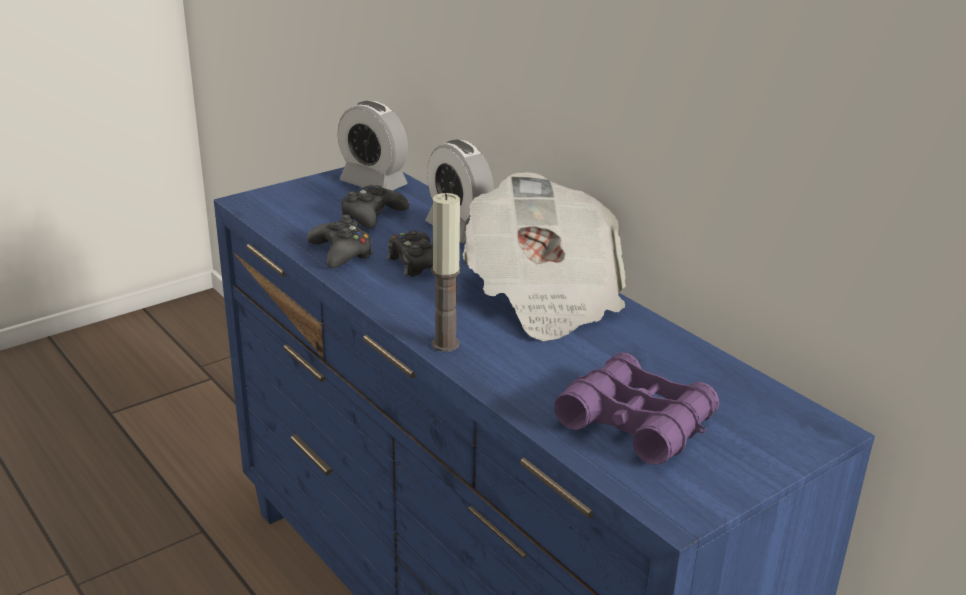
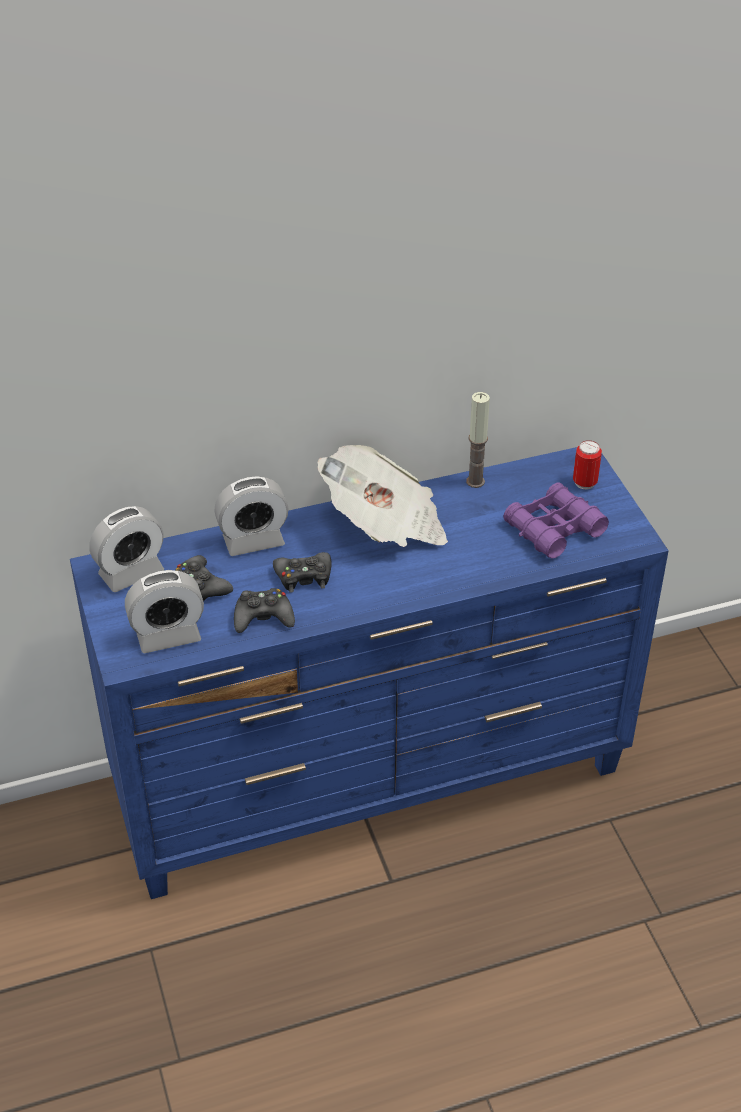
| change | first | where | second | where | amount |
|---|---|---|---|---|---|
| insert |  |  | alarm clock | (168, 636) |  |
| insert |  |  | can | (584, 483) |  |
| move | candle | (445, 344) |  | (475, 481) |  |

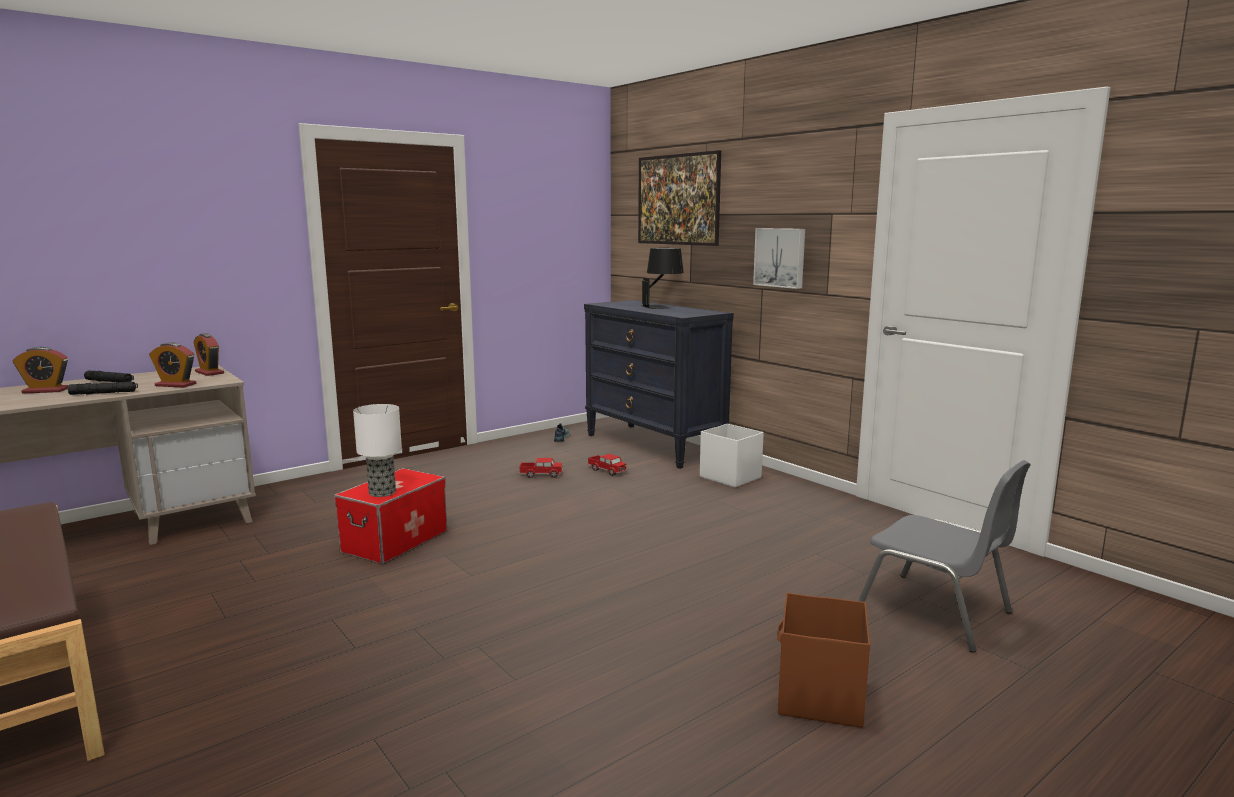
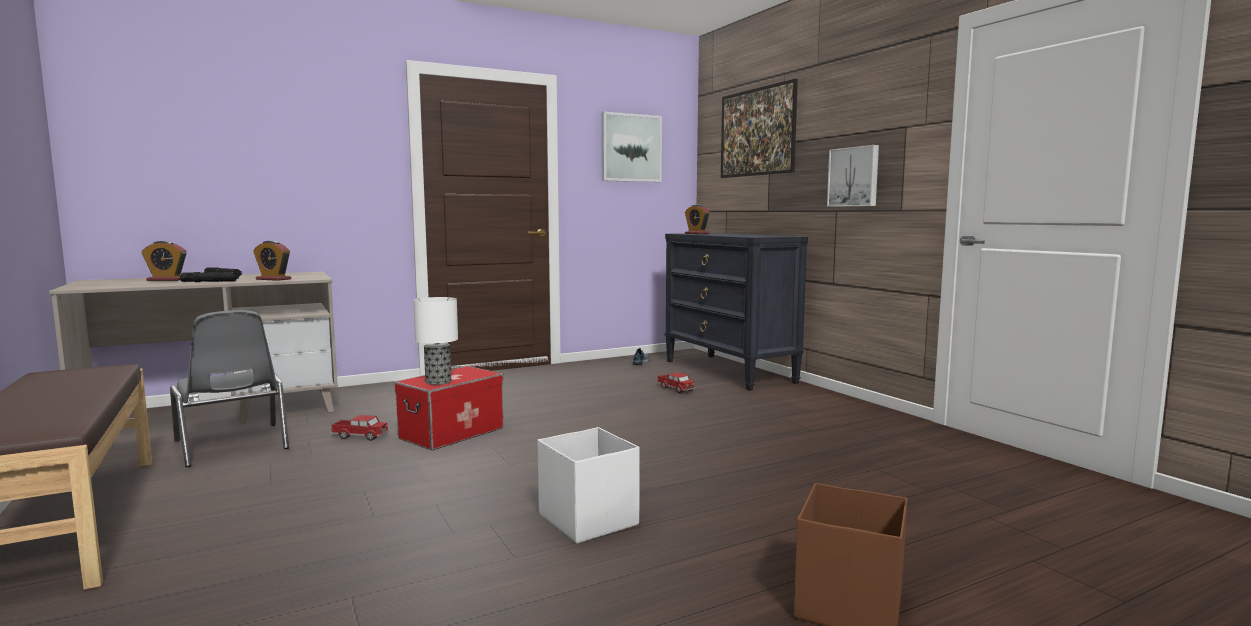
| change | first | where | second | where | amount |
|---|---|---|---|---|---|
| delete | table lamp (black) | (662, 306) |  |  |  |
| insert |  |  | picture | (630, 148) |  |
| move | alarm clock | (209, 372) |  | (696, 233) |  |
| move | toy truck | (541, 475) |  | (360, 436) |  |
| move | storage box (white) | (730, 477) |  | (588, 519) |  |
| move | chair (grey) | (936, 612) |  | (232, 445) |  |

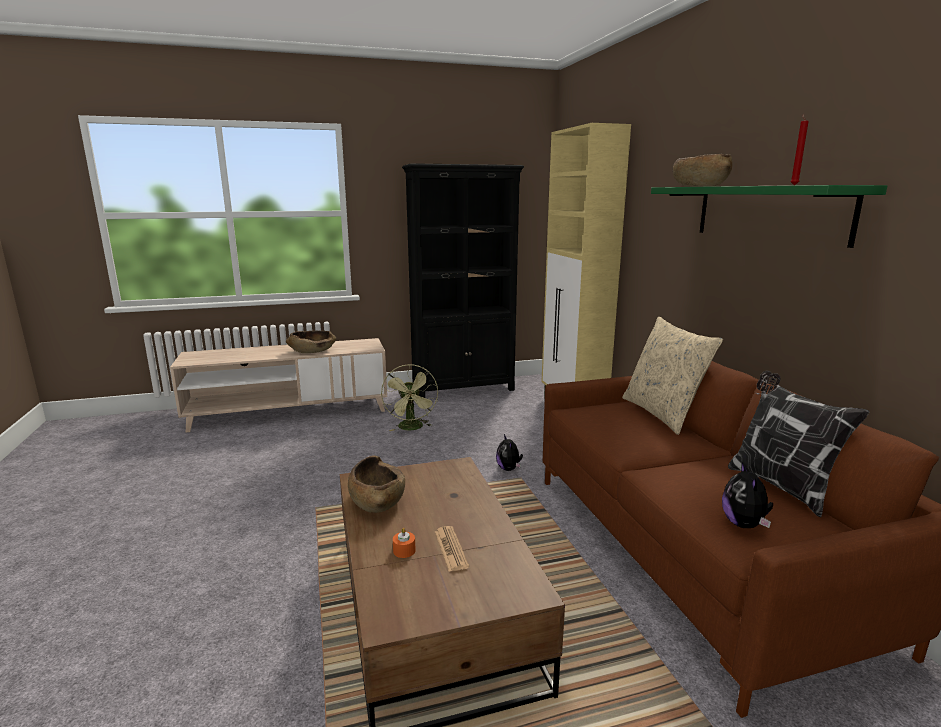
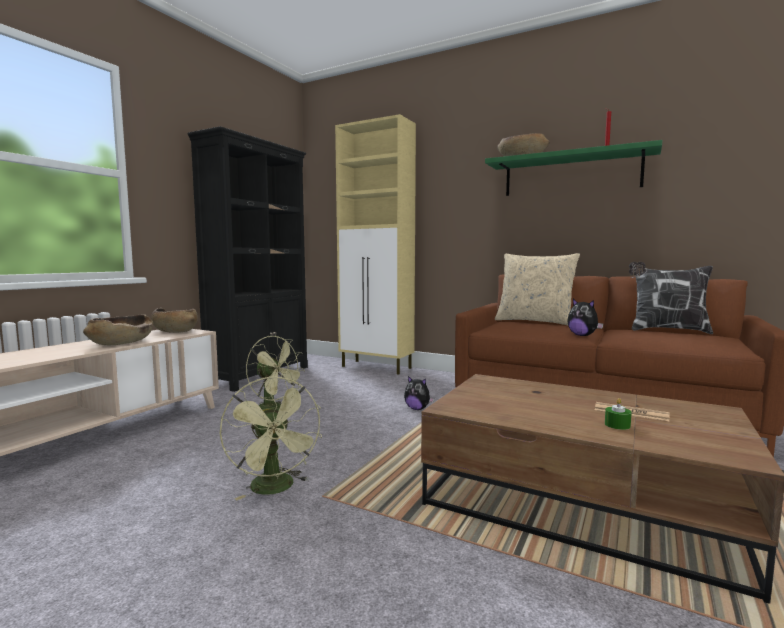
| change | first | where | second | where | amount |
|---|---|---|---|---|---|
| insert |  |  | fan (green) | (276, 489) |  |
| move | bowl (brown) | (377, 500) |  | (175, 331) |  |
| move | plush toy | (744, 524) |  | (582, 335) |  |
| recolor | candle (orange) | (404, 550) | candle (green) | (617, 425) |  |

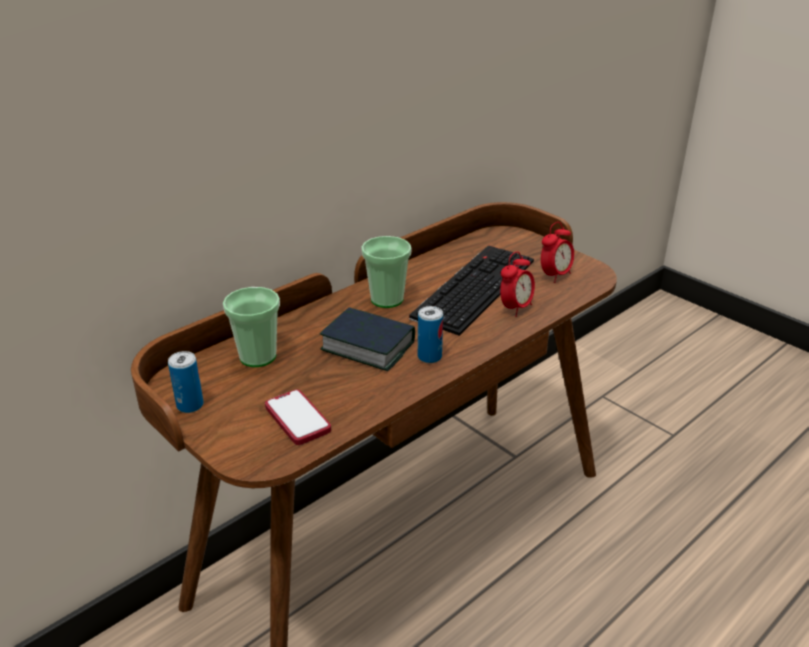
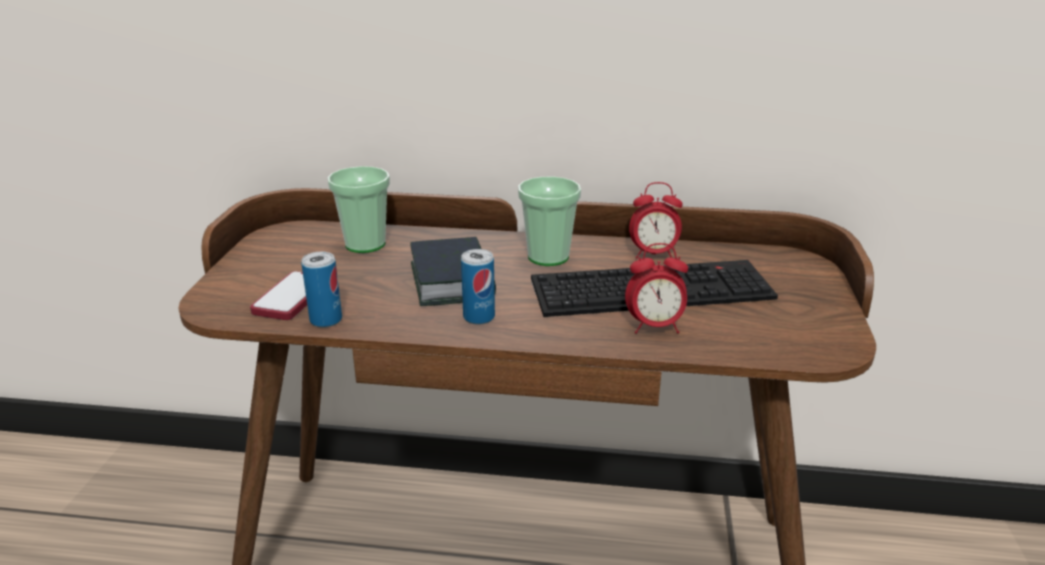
| change | first | where | second | where | amount |
|---|---|---|---|---|---|
| move | can | (190, 405) |  | (326, 320) |  |
| move | alarm clock | (555, 276) |  | (653, 255) |  |

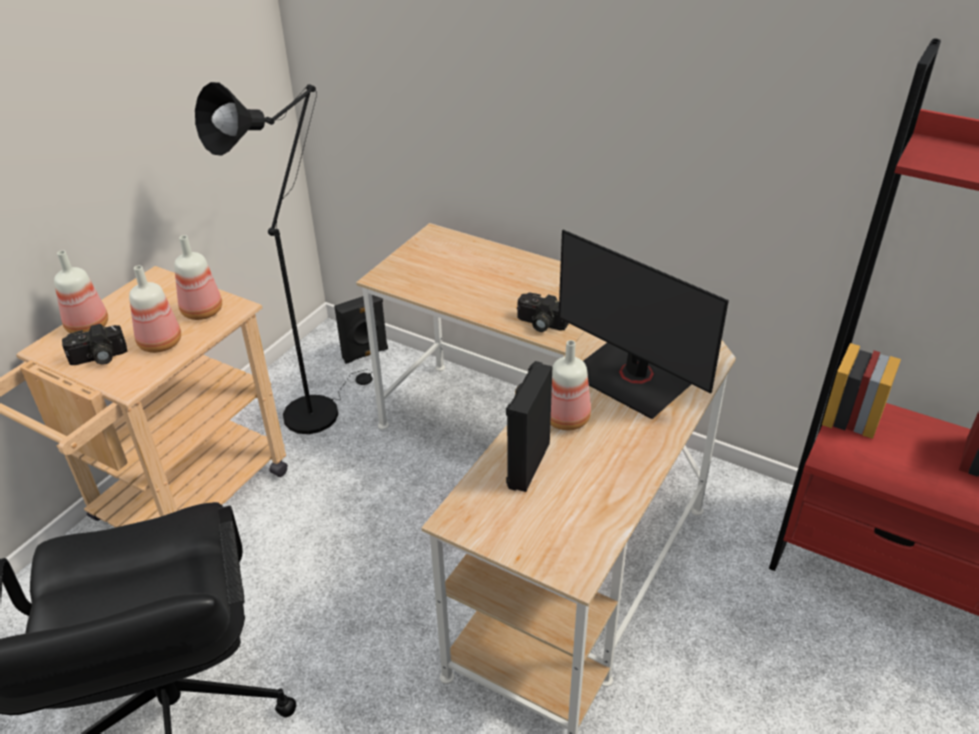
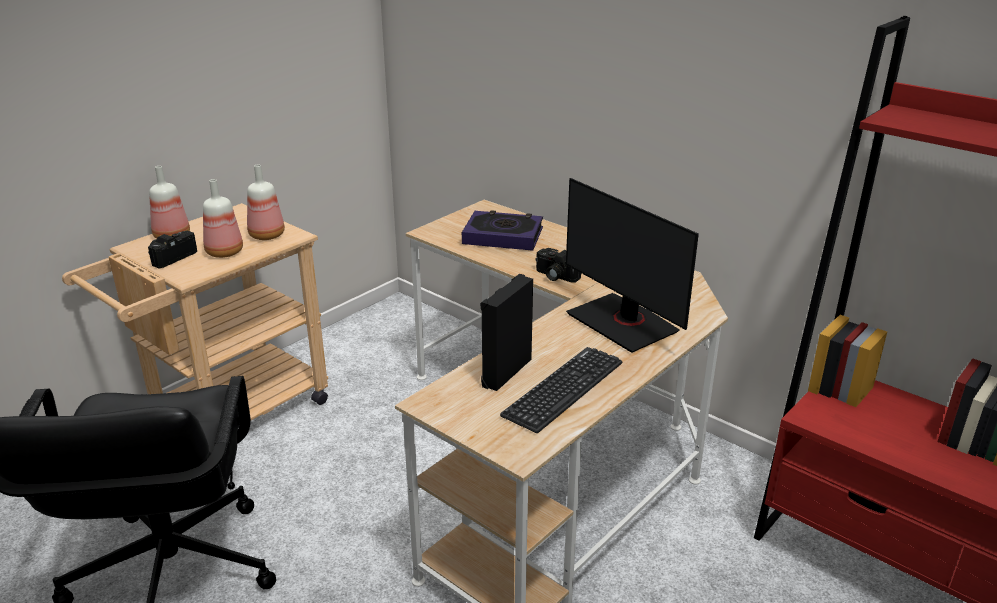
| change | first | where | second | where | amount |
|---|---|---|---|---|---|
| delete | floor lamp (black) | (318, 408) |  |  |  |
| delete | speaker (black) | (365, 354) |  |  |  |
| delete | bottle | (565, 418) |  |  |  |
| insert |  |  | book | (503, 236) |  |
| insert |  |  | keyboard | (563, 389) |  |
| rotate | photo camera | (98, 358) |  | (171, 256) | 135 degrees clockwise |

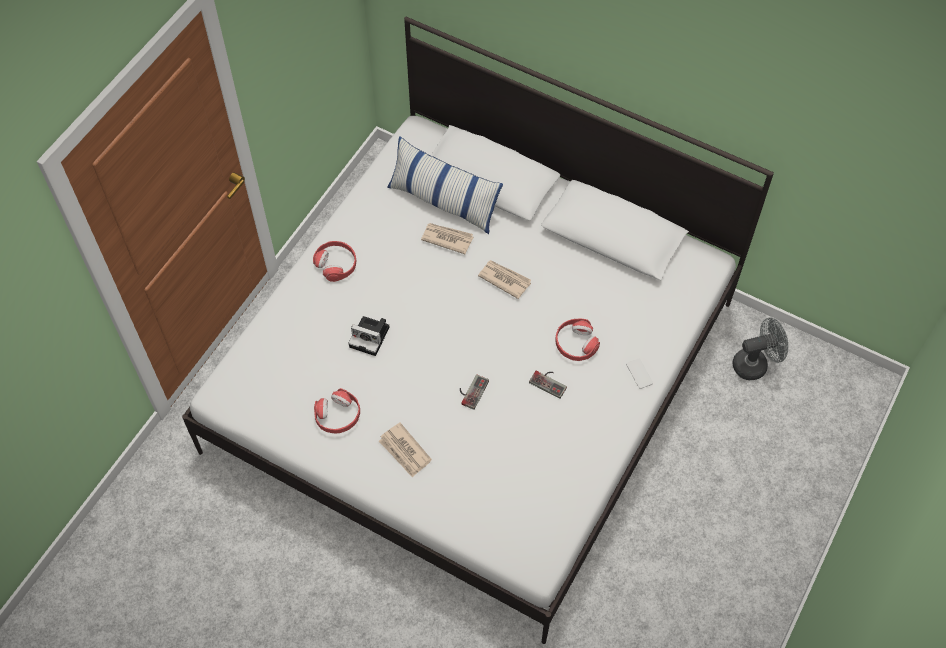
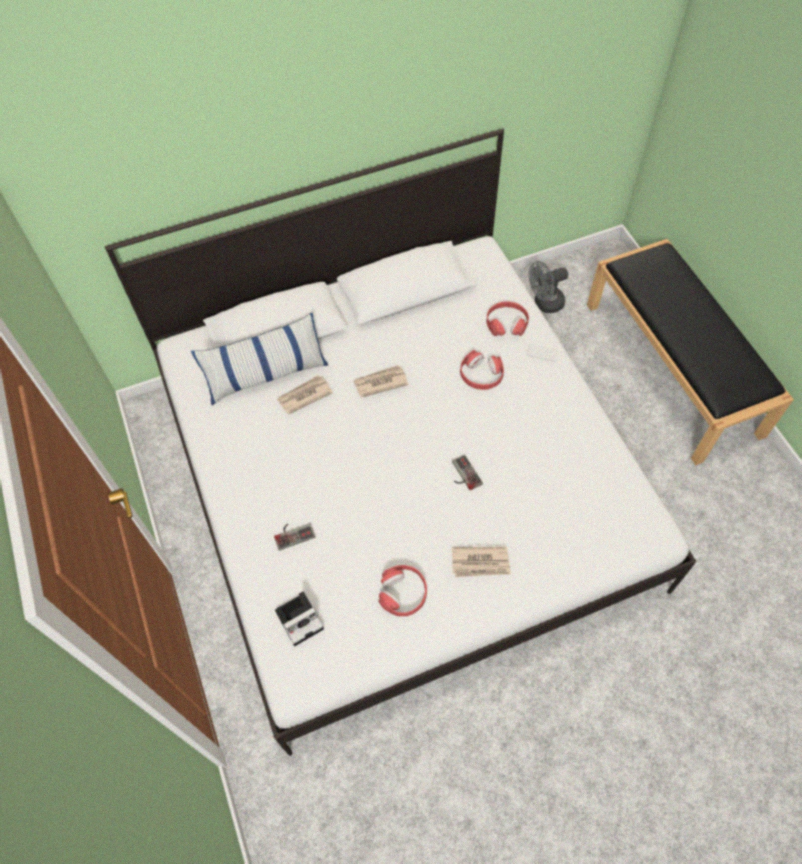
| change | first | where | second | where | amount |
|---|---|---|---|---|---|
| insert |  |  | bench (black) | (673, 368) |  |
| move | headphones (red) | (336, 264) |  | (506, 323) |  |
| move | photo camera | (371, 337) |  | (301, 618) |  |
| move | game controller | (549, 382) |  | (293, 533) |  |
| rotate | fan (grey) | (755, 364) |  | (544, 304) | 135 degrees counterclockwise |

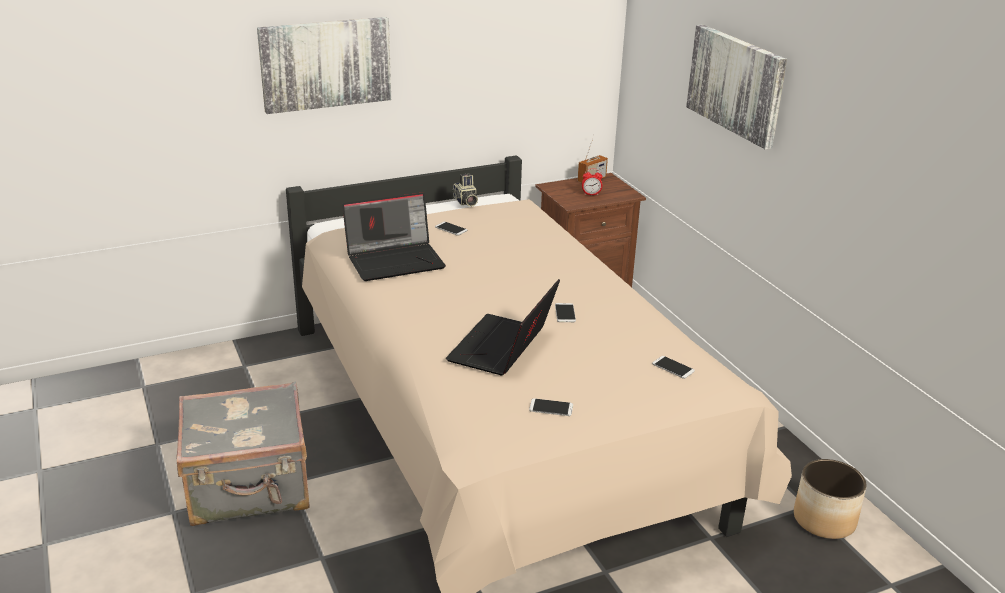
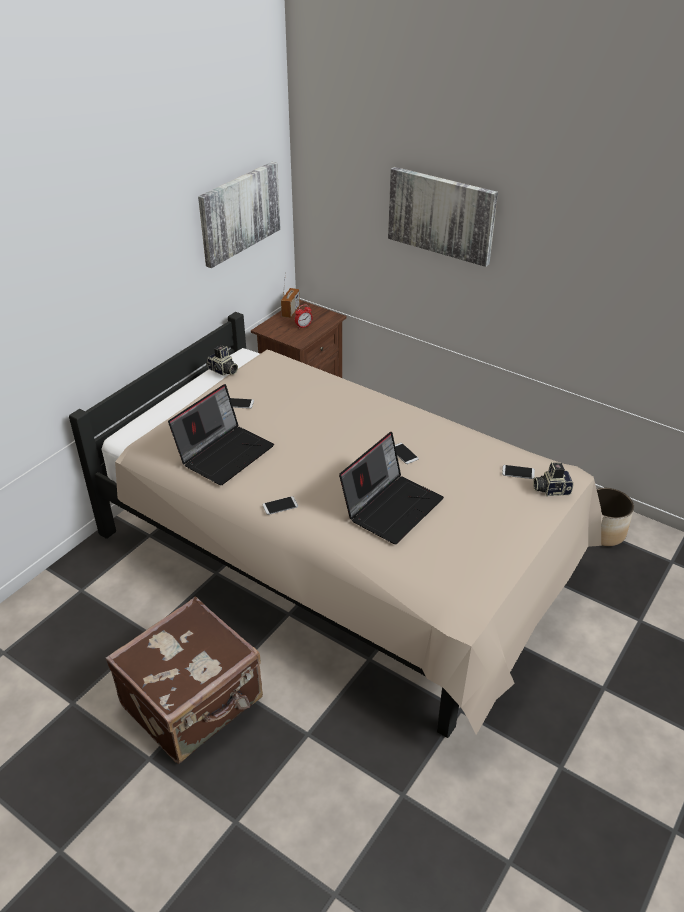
| change | first | where | second | where | amount |
|---|---|---|---|---|---|
| insert |  |  | photo camera | (551, 489) |  |
| move | picture | (325, 64) |  | (239, 213) |  |
| move | phone | (551, 408) |  | (280, 506) |  |
| recolor | suitcase (grey) | (250, 488) | suitcase (brown) | (194, 703) |  |
| rotate | laptop | (503, 349) |  | (391, 506) | 135 degrees counterclockwise |

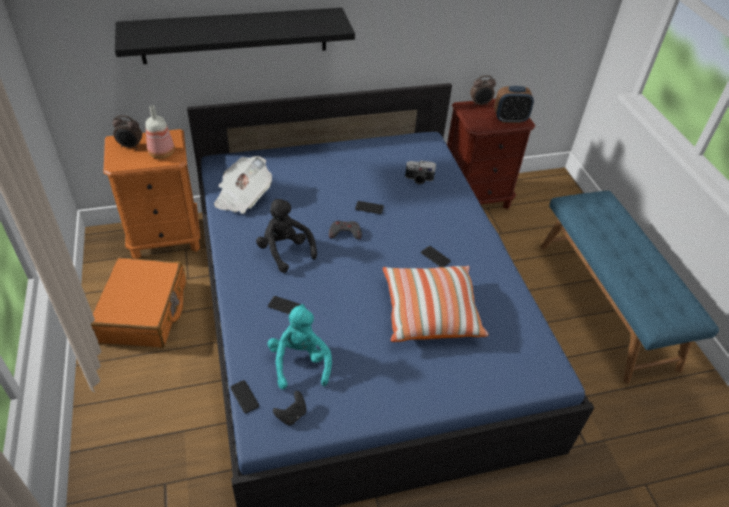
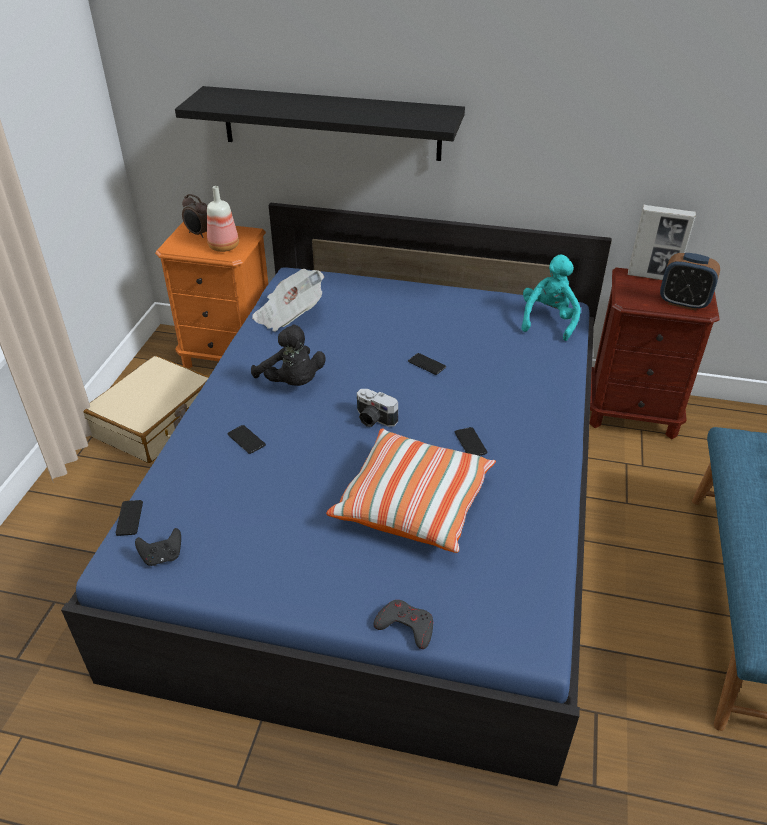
| change | first | where | second | where | amount |
|---|---|---|---|---|---|
| move | plush toy (turquoise) | (300, 362) |  | (548, 320) |  |
| move | game controller (grey) | (345, 232) |  | (405, 626) |  |
| move | photo camera | (419, 179) |  | (373, 419) |  |
| replace | alarm clock | (480, 104) | picture frame | (652, 276) |  |
| recolor | suitcase (orange) | (144, 312) | suitcase (beige) | (156, 422) |  |
| rotate | plush toy (black) | (285, 251) |  | (292, 383) | 150 degrees clockwise |

